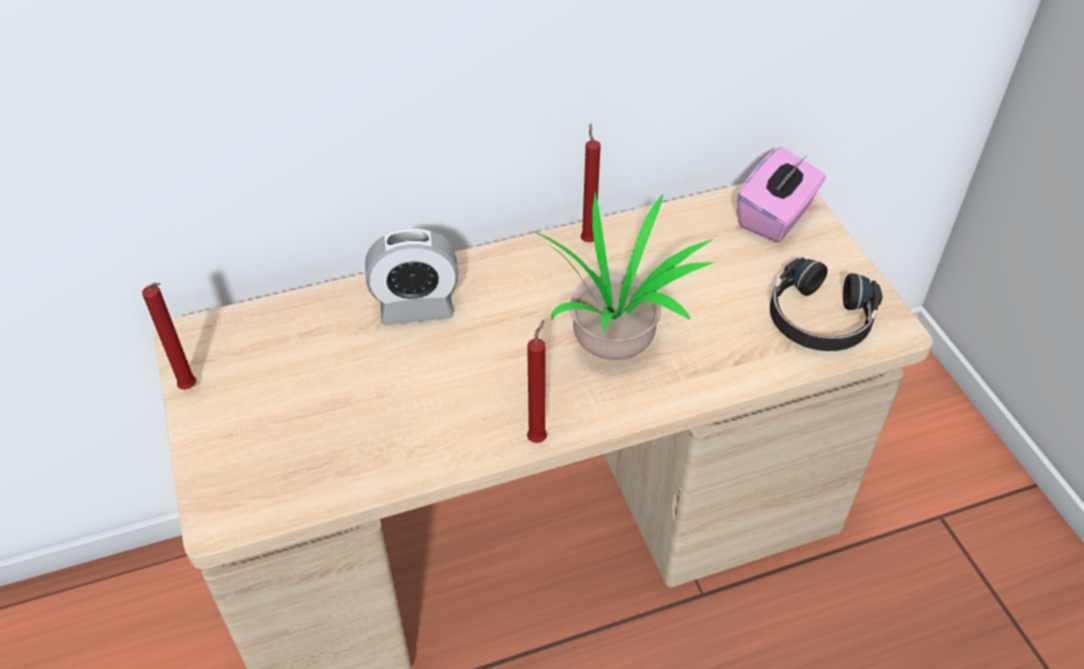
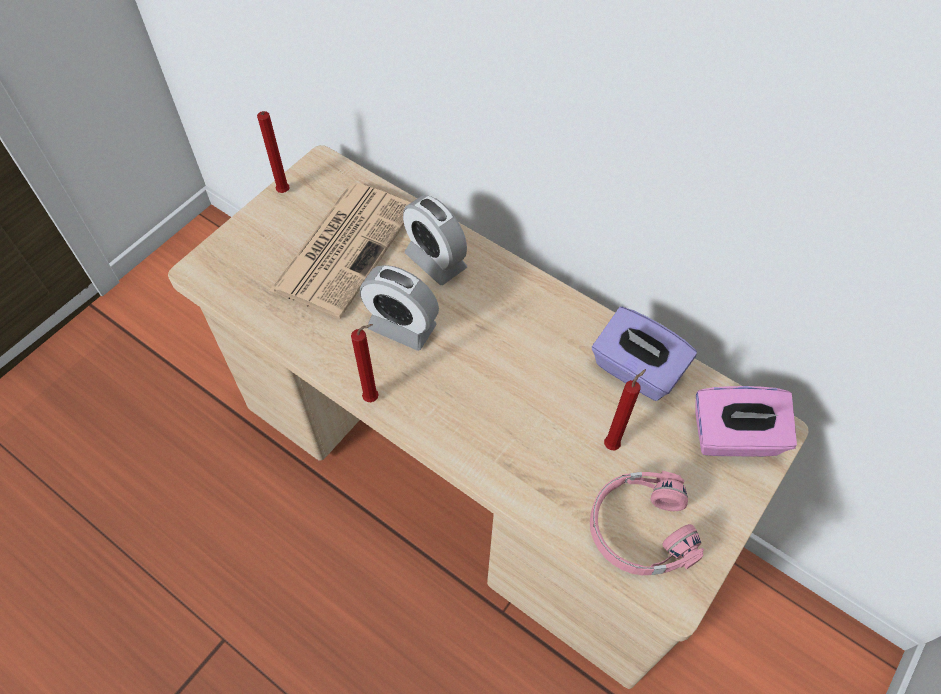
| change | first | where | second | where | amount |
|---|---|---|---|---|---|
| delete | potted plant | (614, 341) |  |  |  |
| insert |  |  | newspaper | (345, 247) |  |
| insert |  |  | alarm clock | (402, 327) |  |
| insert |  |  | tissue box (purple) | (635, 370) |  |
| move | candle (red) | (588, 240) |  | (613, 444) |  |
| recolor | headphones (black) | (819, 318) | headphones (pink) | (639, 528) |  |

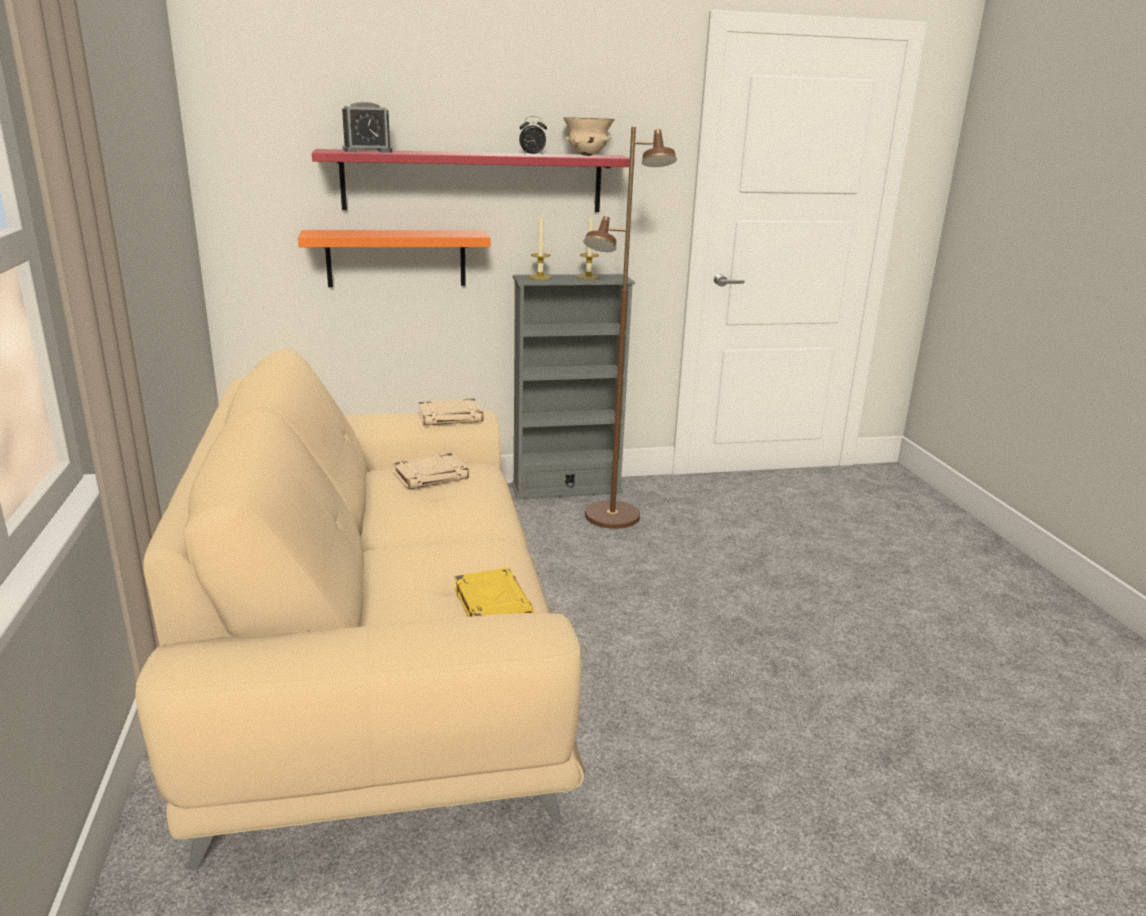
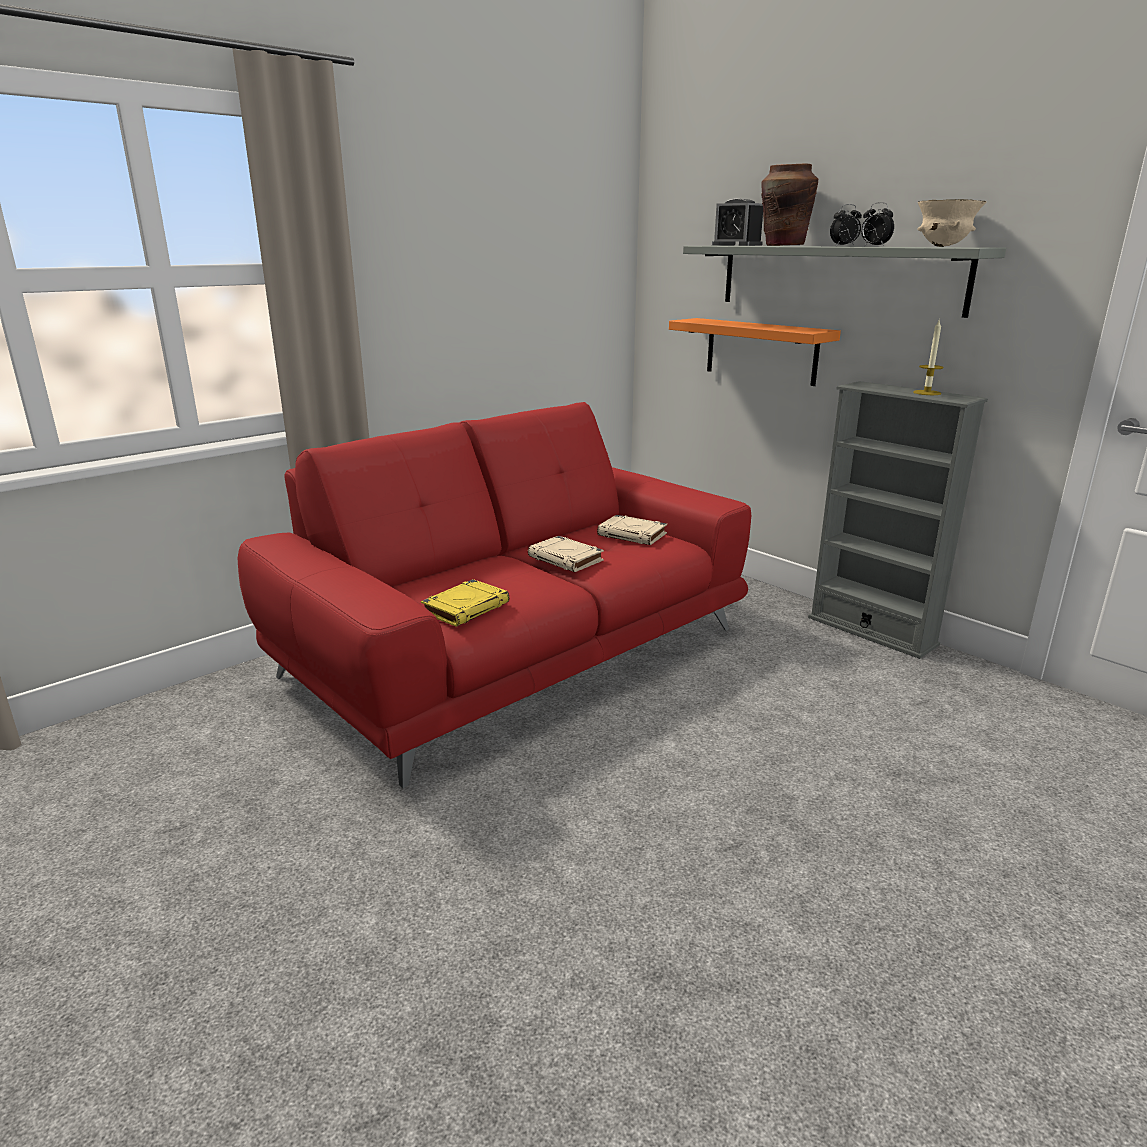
| change | first | where | second | where | amount |
|---|---|---|---|---|---|
| delete | candle | (540, 277) |  |  |  |
| delete | floor lamp (brown) | (612, 516) |  |  |  |
| insert |  |  | vase (brown) | (784, 245) |  |
| insert |  |  | alarm clock | (843, 246) |  |
| move | book (beige) | (451, 417) |  | (566, 559) |  |
| recolor | sofa (beige) | (383, 655) | sofa (red) | (517, 652) |  |
| recolor | shelf (red) | (473, 181) | shelf (grey) | (837, 278) |  |

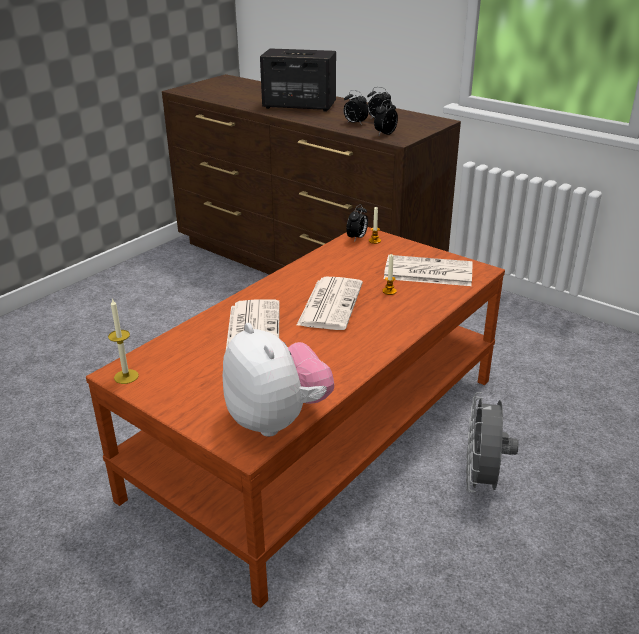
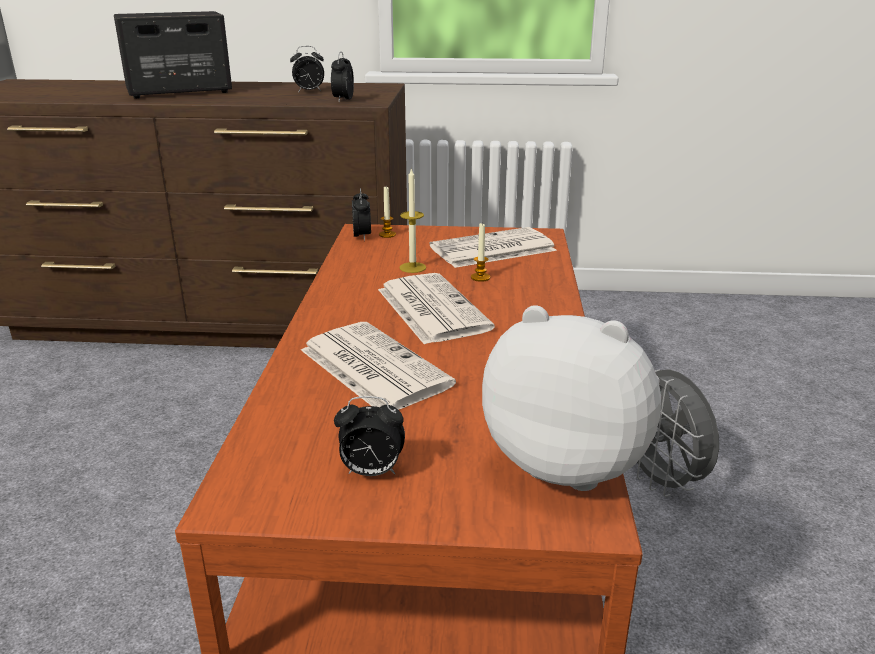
| change | first | where | second | where | amount |
|---|---|---|---|---|---|
| move | candle | (126, 376) |  | (412, 267) |  |
| move | alarm clock | (355, 123) |  | (371, 472) |  |

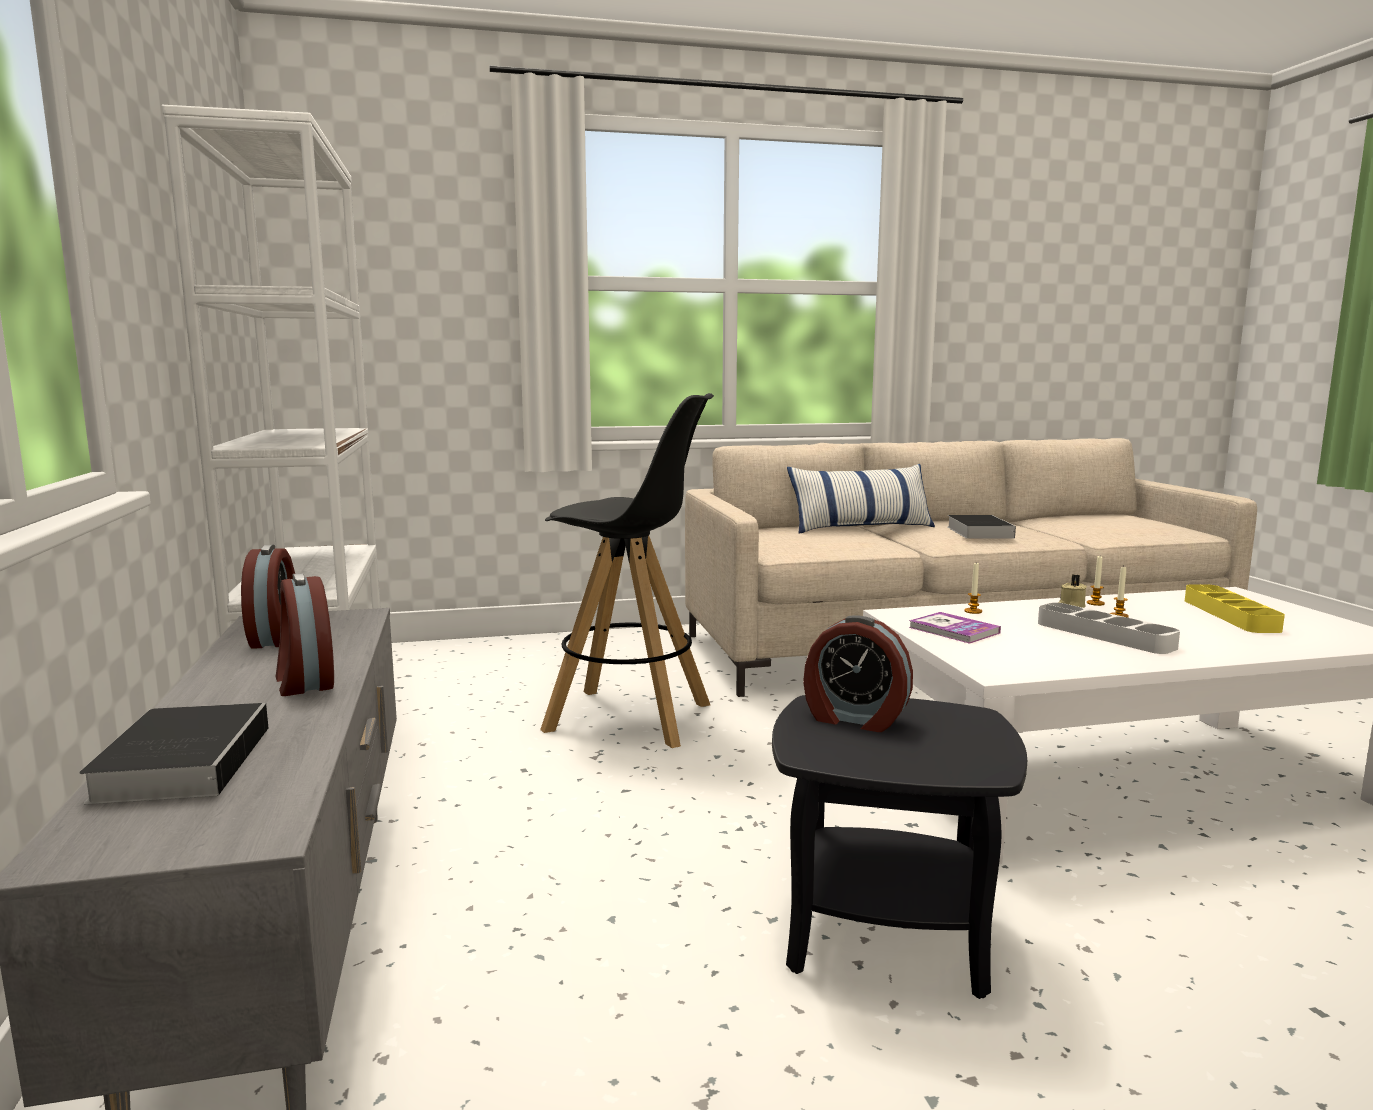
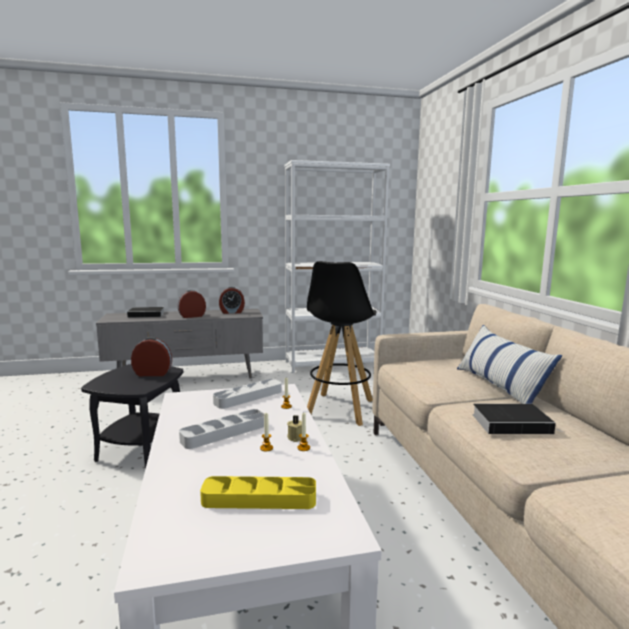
| change | first | where | second | where | amount |
|---|---|---|---|---|---|
| replace | book | (953, 630) | tray (grey) | (248, 397) |  |
| rotate | alarm clock | (854, 718) |  | (153, 373) | 60 degrees clockwise |

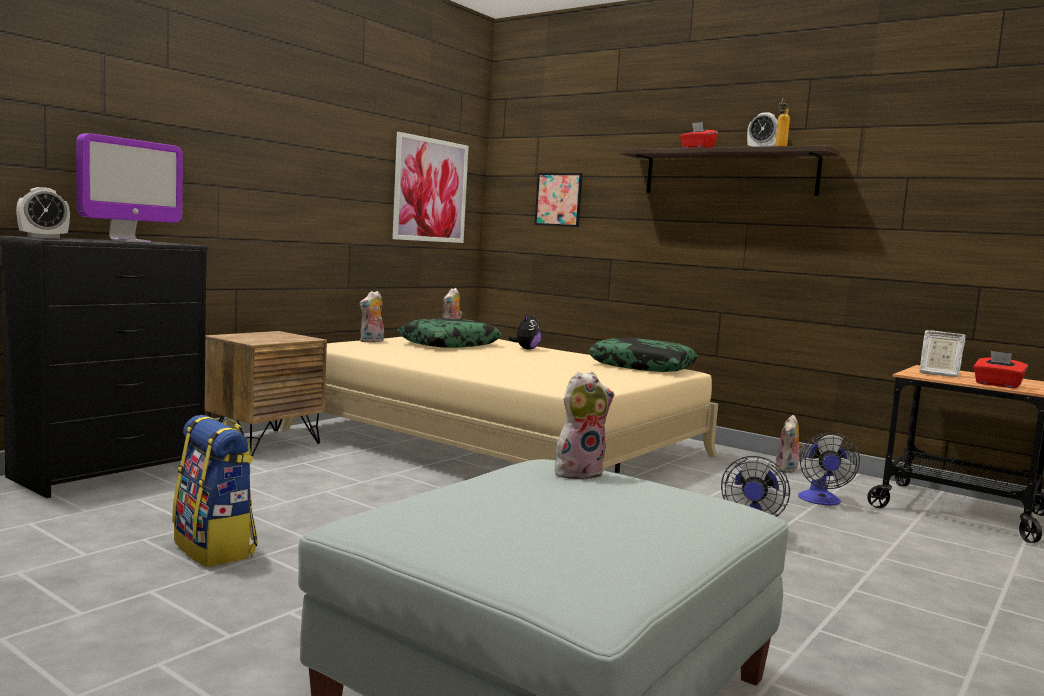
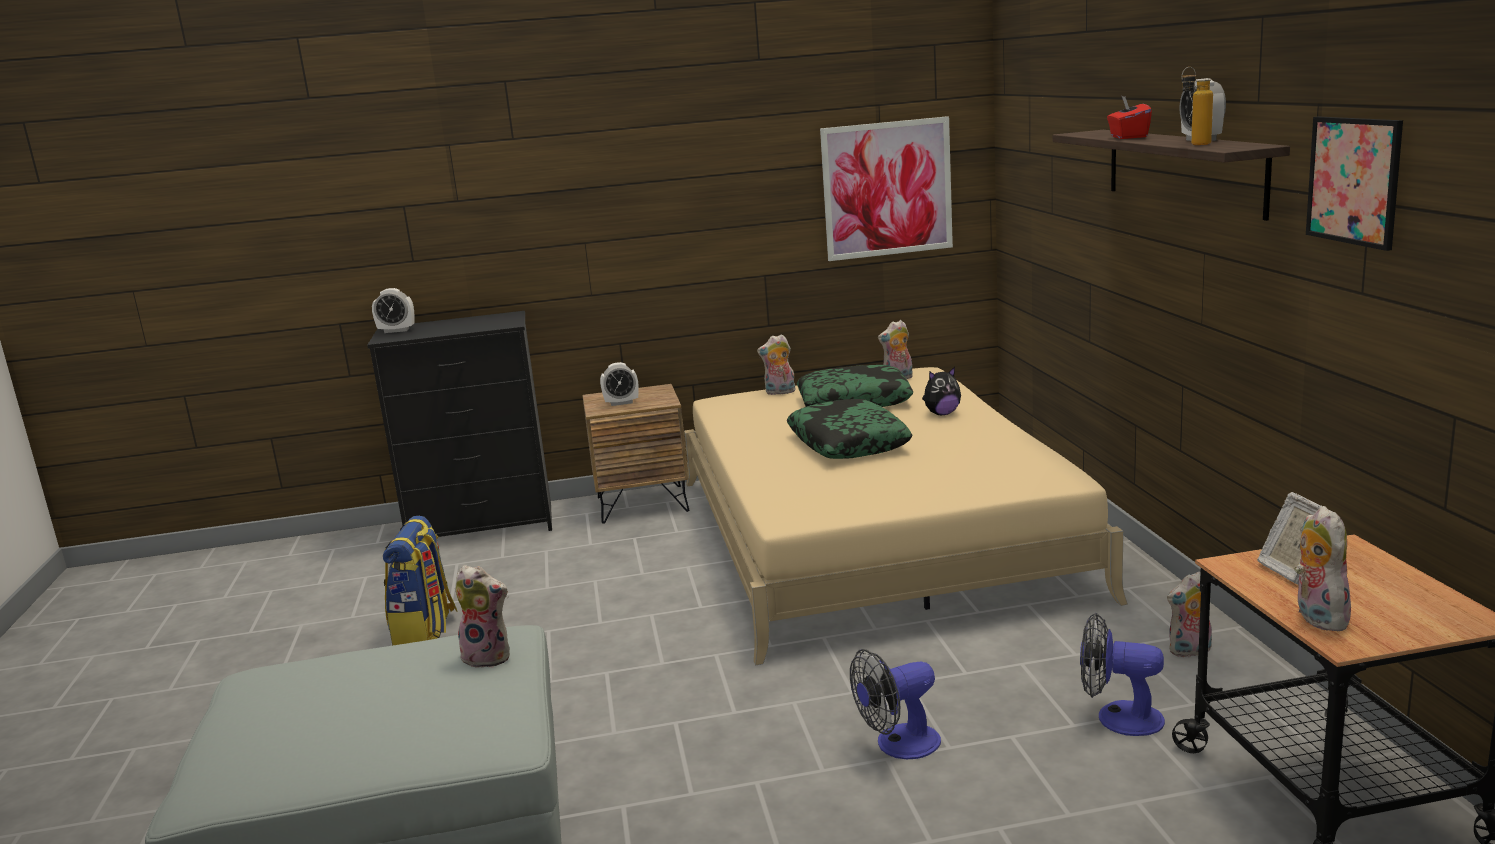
| change | first | where | second | where | amount |
|---|---|---|---|---|---|
| delete | monitor | (130, 241) |  |  |  |
| insert |  |  | alarm clock | (621, 403) |  |
| move | picture | (558, 199) |  | (1353, 181) |  |
| move | pillow | (642, 366) |  | (847, 443) |  |
| replace | tissue box (red) | (997, 385) | plush toy | (1316, 617) |  |
| rotate | fan | (821, 501) |  | (1118, 717) | 60 degrees clockwise |

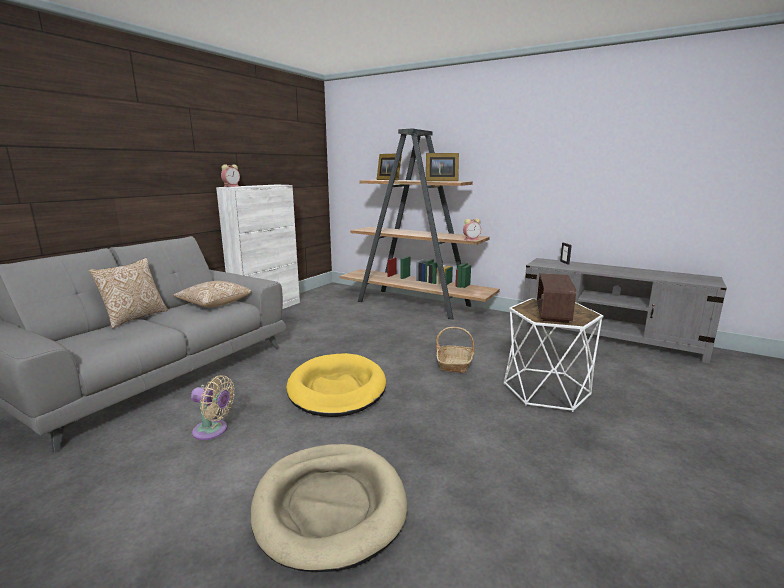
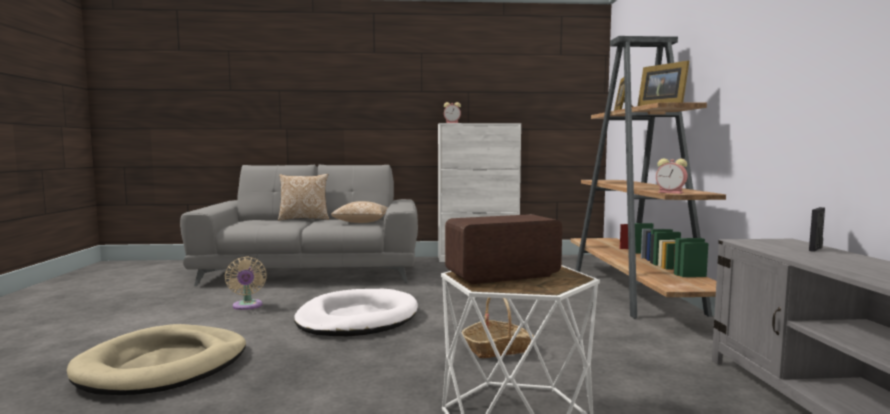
| change | first | where | second | where | amount |
|---|---|---|---|---|---|
| recolor | dog bed (yellow) | (337, 389) | dog bed (white) | (357, 319) |  |

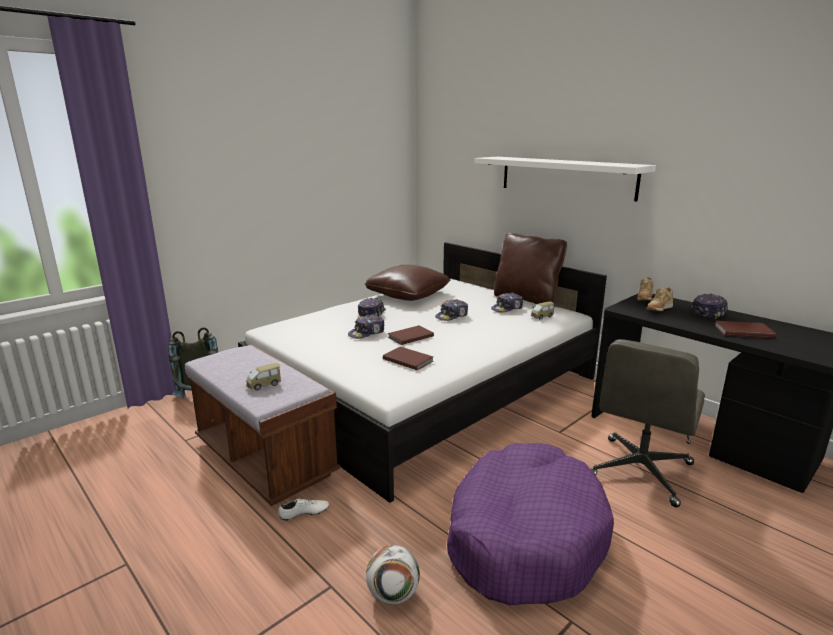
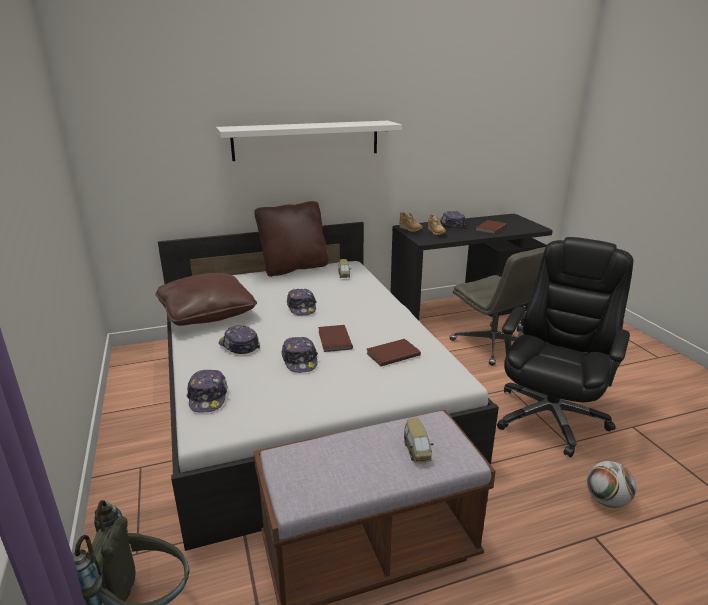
| change | first | where | second | where | amount |
|---|---|---|---|---|---|
| delete | shoe (white) | (304, 514) |  |  |  |
| move | cap | (507, 308) |  | (208, 397) |  |
| replace | dog bed (purple) | (524, 536) | office chair (black) | (550, 416) |  |

